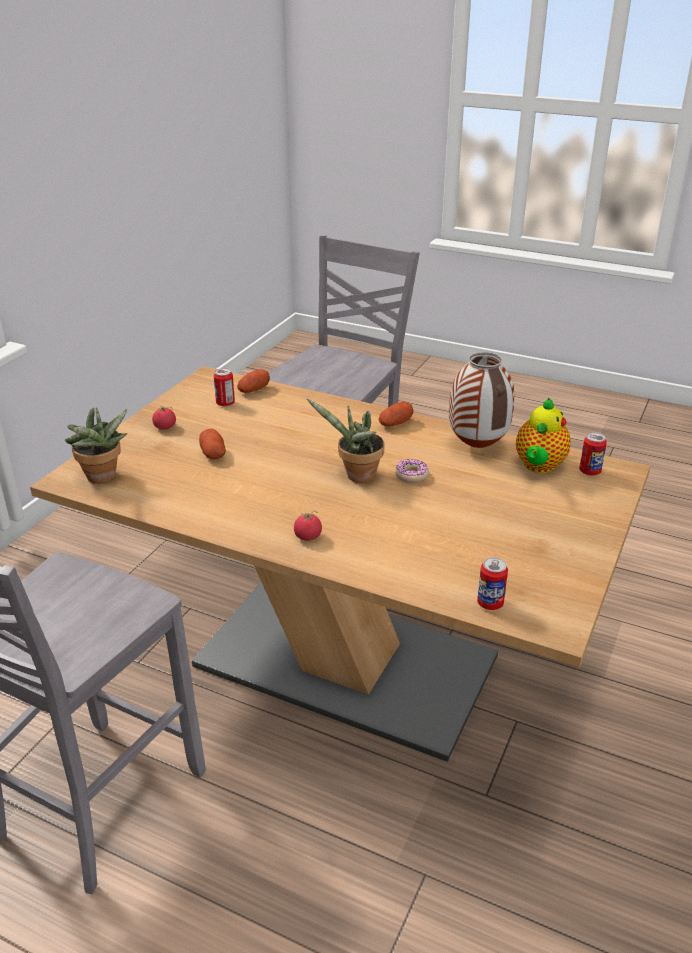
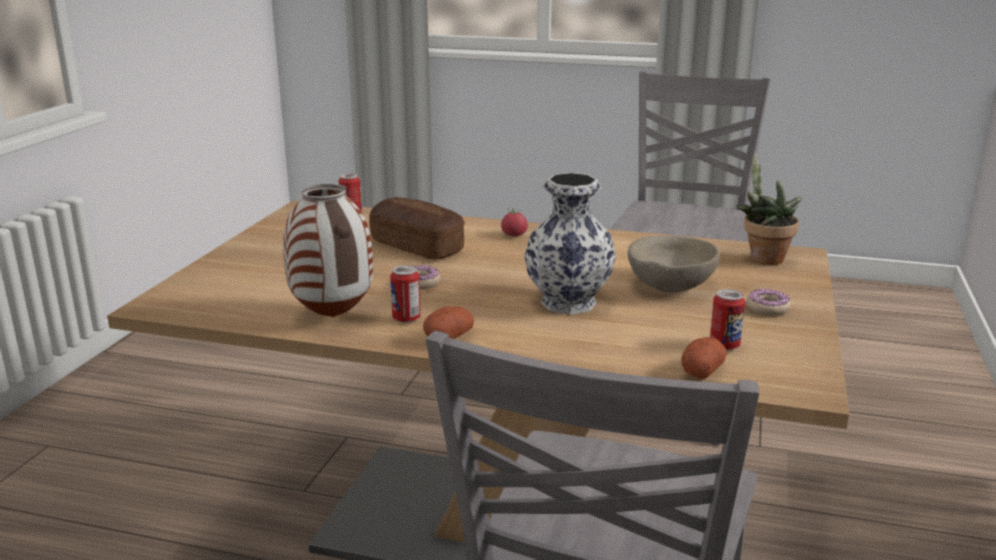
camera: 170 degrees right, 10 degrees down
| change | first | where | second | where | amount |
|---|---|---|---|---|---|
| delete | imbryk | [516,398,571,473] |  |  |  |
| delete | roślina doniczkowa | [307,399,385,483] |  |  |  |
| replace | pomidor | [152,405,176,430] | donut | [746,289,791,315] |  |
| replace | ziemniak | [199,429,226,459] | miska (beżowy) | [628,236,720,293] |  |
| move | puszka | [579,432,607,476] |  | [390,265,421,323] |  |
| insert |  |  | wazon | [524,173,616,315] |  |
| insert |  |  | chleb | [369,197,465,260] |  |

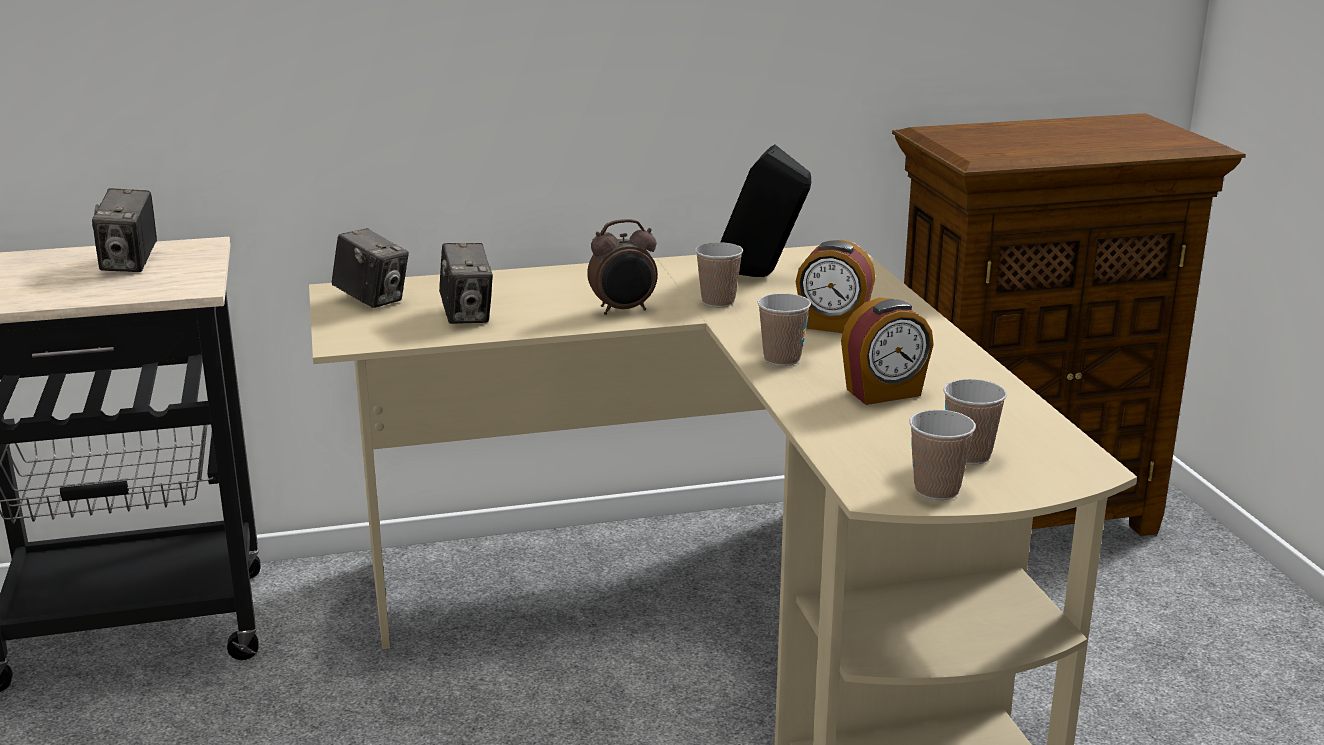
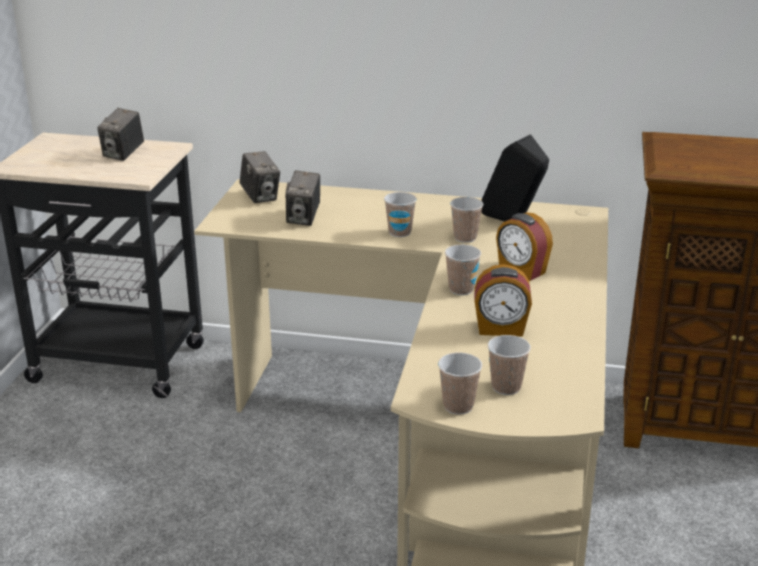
camera: 25 degrees right, 5 degrees up
| change | first | where | second | where | amount |
|---|---|---|---|---|---|
| replace | budzik | [587,219,658,315] | filiżanka | [384,192,417,237] |  |

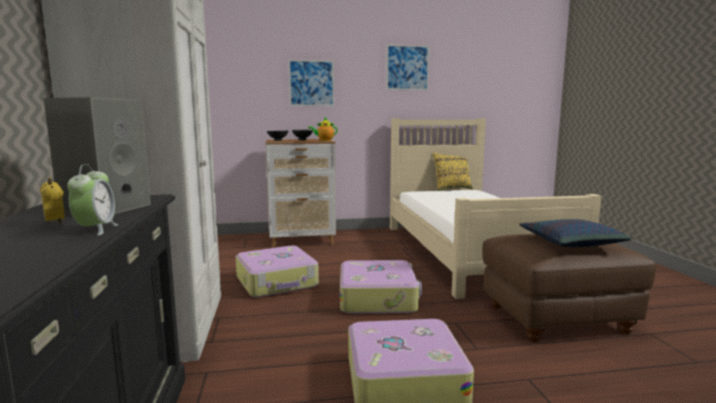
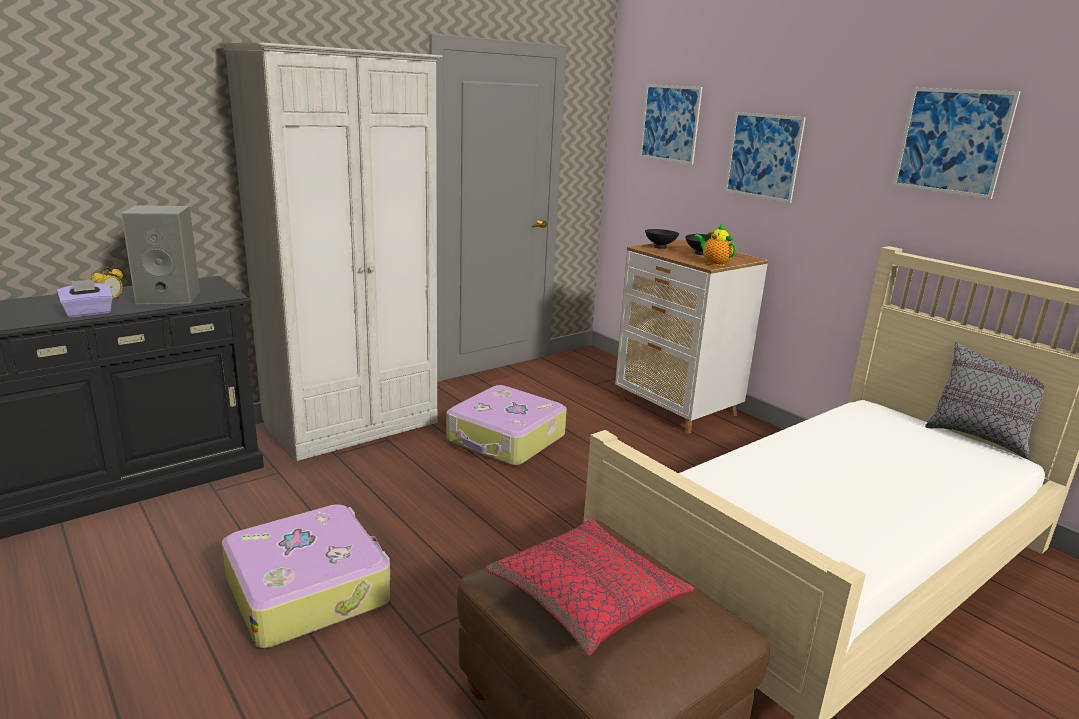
camera: 60 degrees right, 10 degrees up
| change | first | where | second | where | amount |
|---|---|---|---|---|---|
| recolor | poduszka (żółty) | [433,153,473,191] | poduszka (szary) | [925,342,1045,459] |  |
| replace | budzik | [67,164,118,236] | pudełko chusteczek (fioletowy) | [57,279,113,318] |  |
| recolor | poduszka (niebieski) | [520,219,632,247] | poduszka (czerwony) | [486,519,694,656] |  |
| delete | walizka | [340,260,422,314] |  |  |  |
| insert |  |  | obraz | [640,84,702,165] |  |

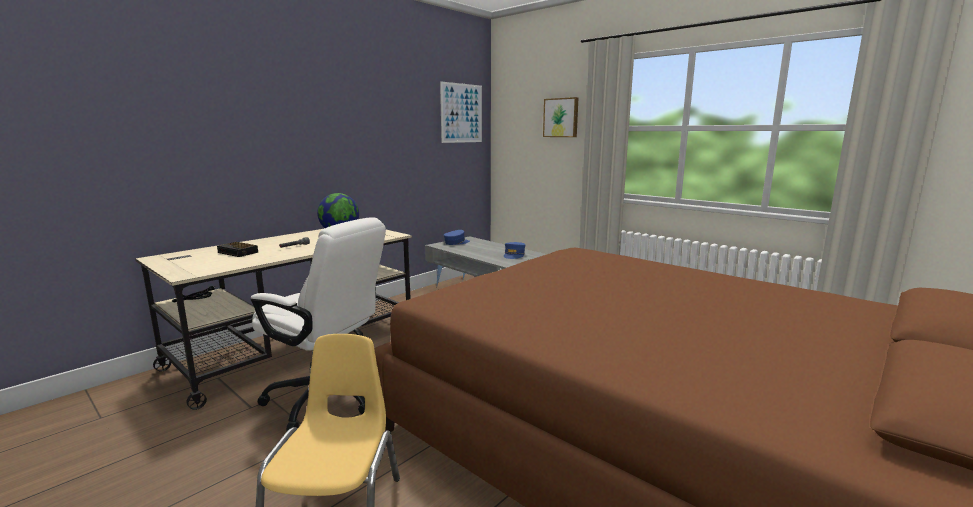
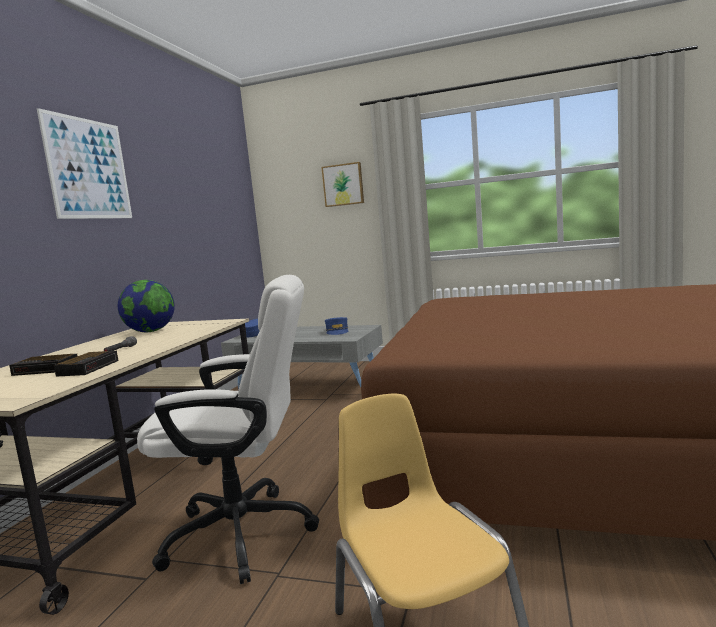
camera: 25 degrees left, 5 degrees down
| change | first | where | second | where | amount |
|---|---|---|---|---|---|
| move | obraz | [440,82,482,143] |  | [37,108,132,219] |  |
| insert |  |  | budzik | [54,351,118,377] |  |

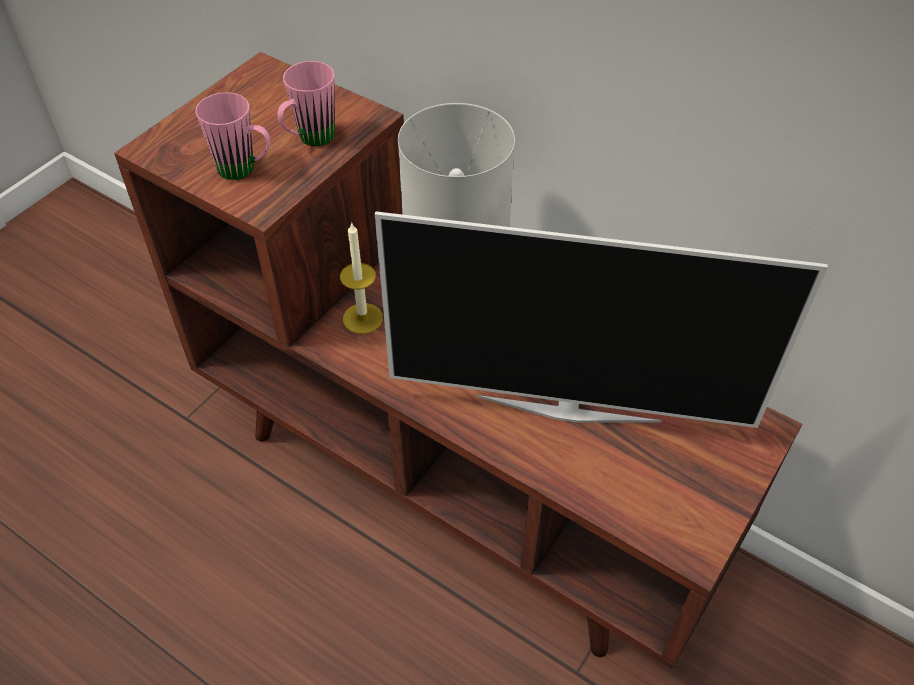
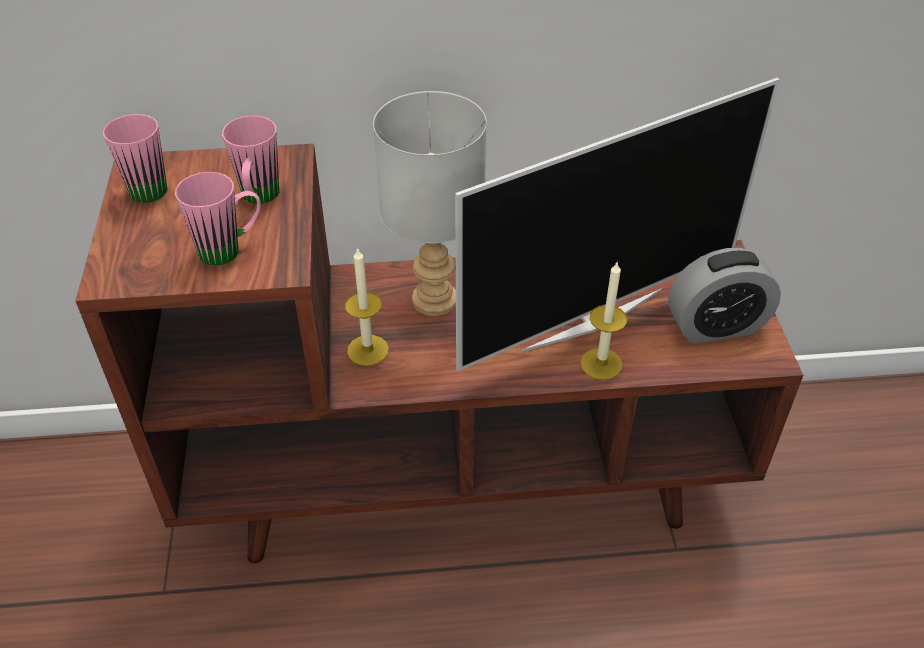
camera: 40 degrees left, 5 degrees down
| change | first | where | second | where | amount |
|---|---|---|---|---|---|
| insert |  |  | kubek (różowy) | [103,114,167,203] |  |
| insert |  |  | budzik | [668,248,781,343] |  |
| insert |  |  | świeca | [580,261,627,380] |  |

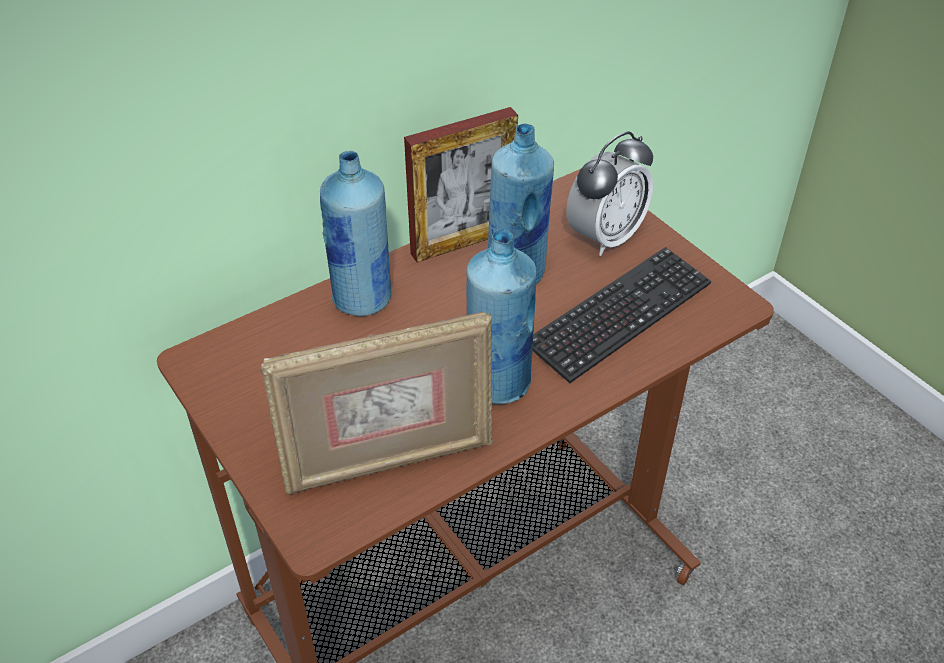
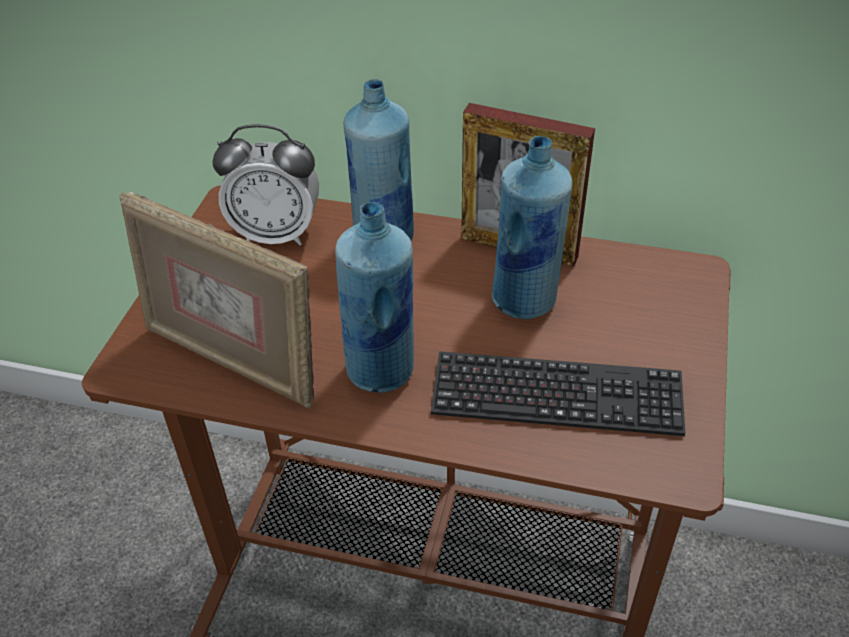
camera: 50 degrees right, 0 degrees up
| change | first | where | second | where | amount |
|---|---|---|---|---|---|
| move | budzik | [566,131,653,256] |  | [212,124,319,245] |  |

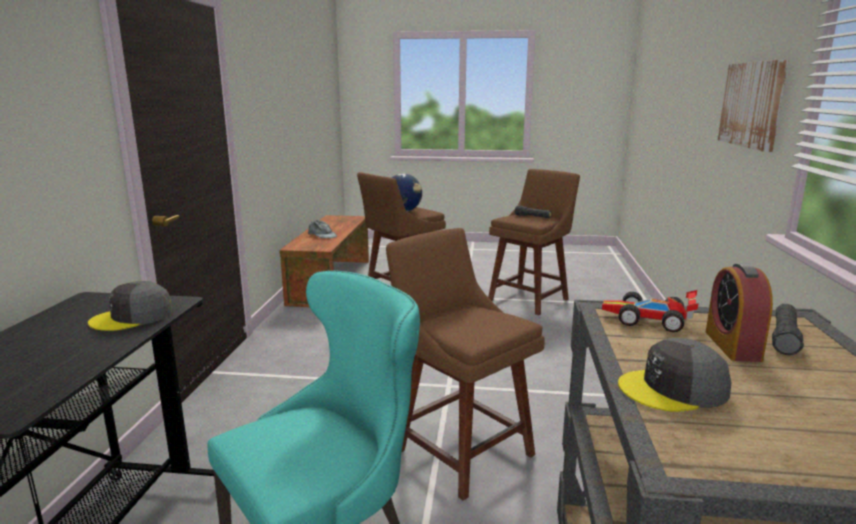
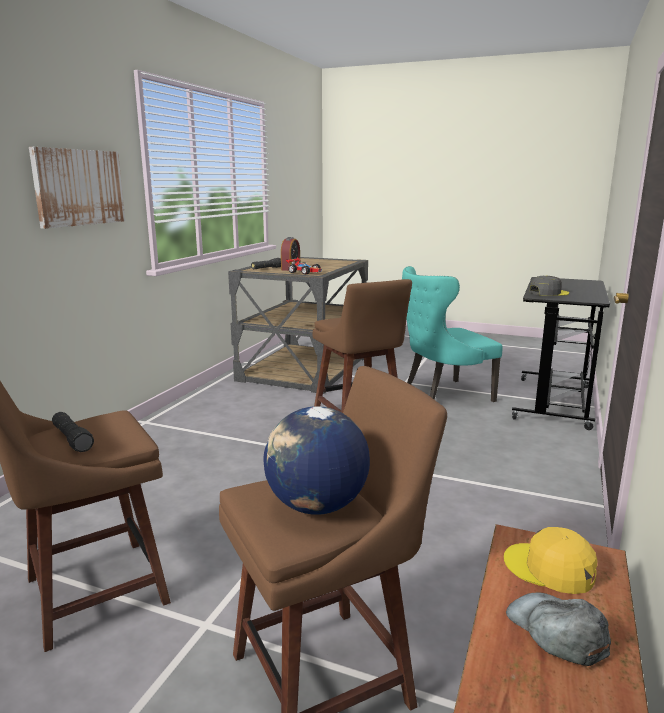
camera: 165 degrees left, 0 degrees up
| change | first | where | second | where | amount |
|---|---|---|---|---|---|
| delete | czapka z daszkiem (szary) | [618,338,731,412] |  |  |  |
| insert |  |  | czapka z daszkiem (żółty) | [504,527,597,594] |  |

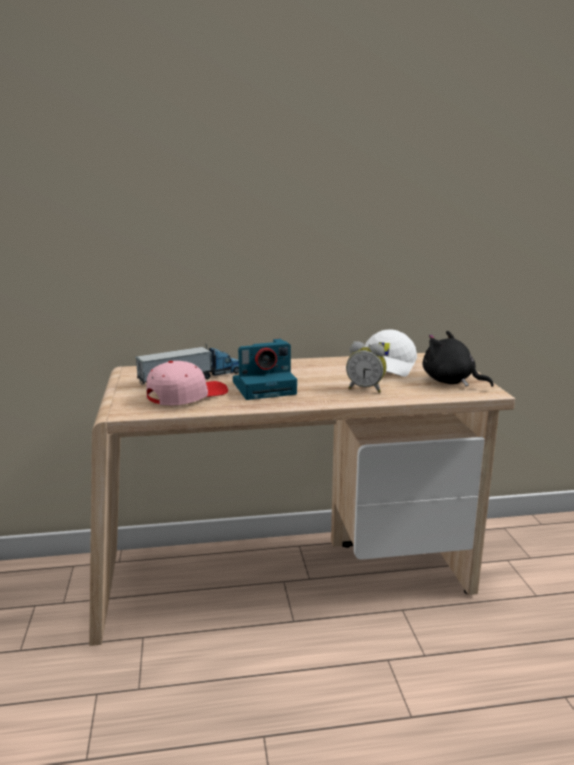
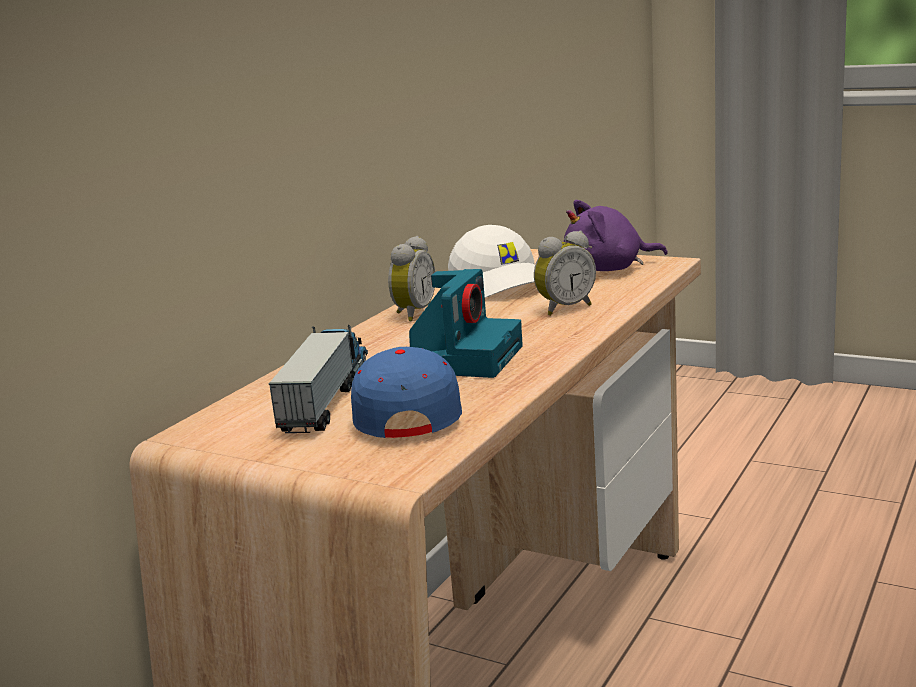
camera: 50 degrees left, 0 degrees up
| change | first | where | second | where | amount |
|---|---|---|---|---|---|
| recolor | pluszak (czarny) | [423,331,494,387] | pluszak (fioletowy) | [564,200,667,271] |  |
| recolor | czapka z daszkiem (różowy) | [146,361,228,406] | czapka z daszkiem (niebieski) | [351,347,462,438] |  |
| insert |  |  | budzik | [388,236,435,321] |  |

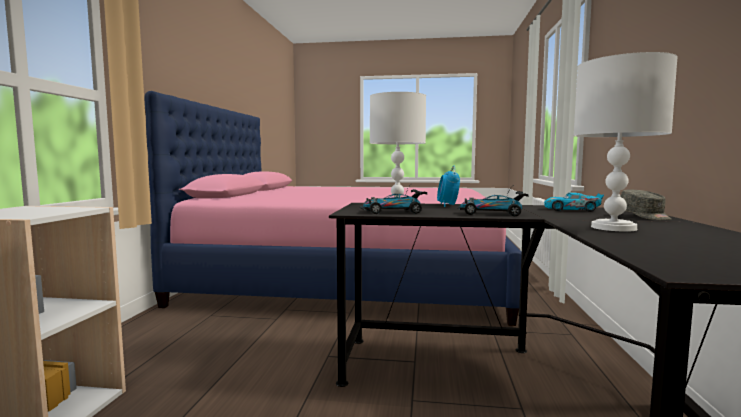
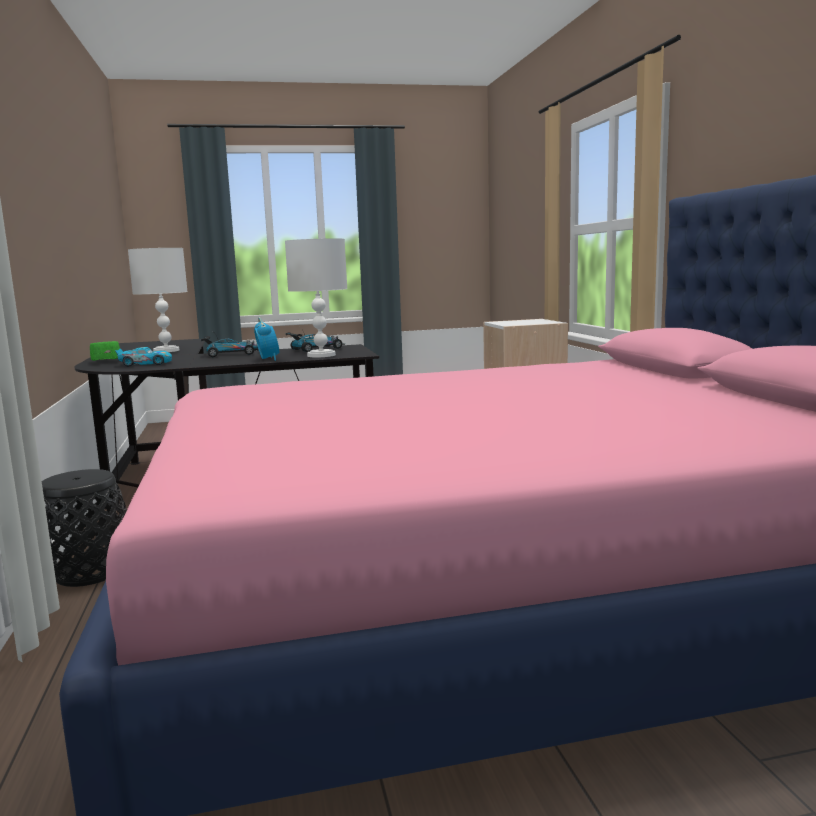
camera: 160 degrees right, 5 degrees up
| change | first | where | second | where | amount |
|---|---|---|---|---|---|
| recolor | czapka z daszkiem (szary) | [620,190,671,220] | czapka z daszkiem (zielony) | [90,341,120,361] |  |
| insert |  |  | stołek (czarny) | [42,469,127,587] |  |

